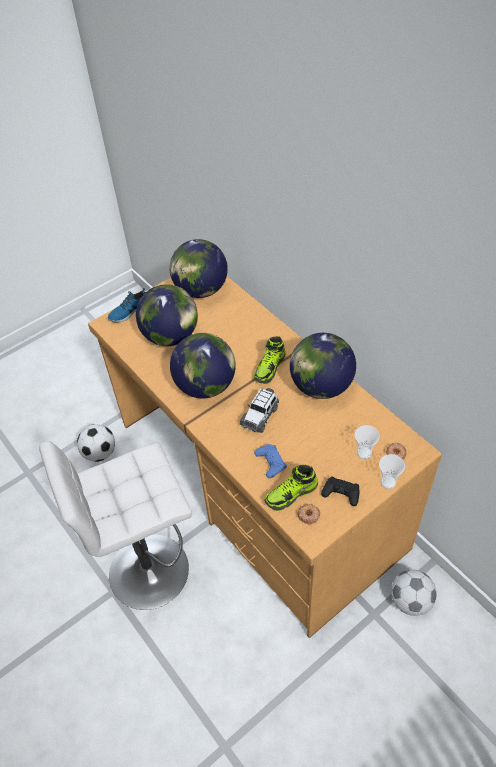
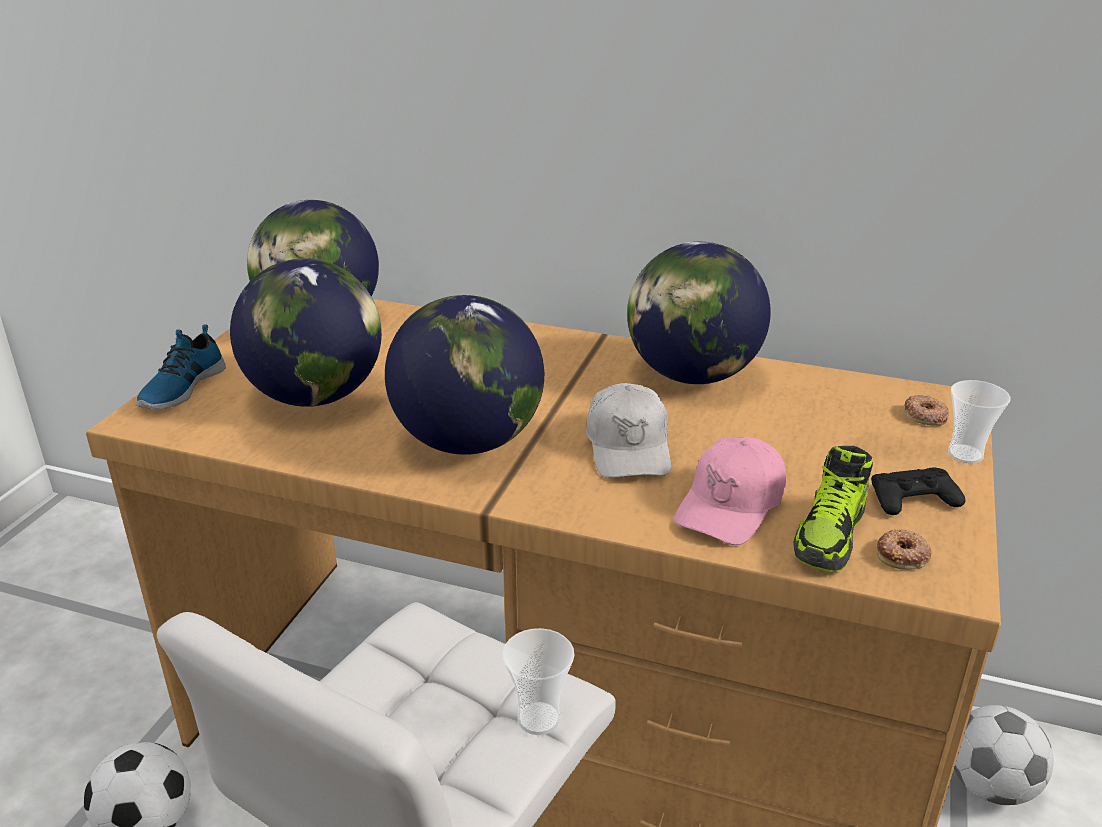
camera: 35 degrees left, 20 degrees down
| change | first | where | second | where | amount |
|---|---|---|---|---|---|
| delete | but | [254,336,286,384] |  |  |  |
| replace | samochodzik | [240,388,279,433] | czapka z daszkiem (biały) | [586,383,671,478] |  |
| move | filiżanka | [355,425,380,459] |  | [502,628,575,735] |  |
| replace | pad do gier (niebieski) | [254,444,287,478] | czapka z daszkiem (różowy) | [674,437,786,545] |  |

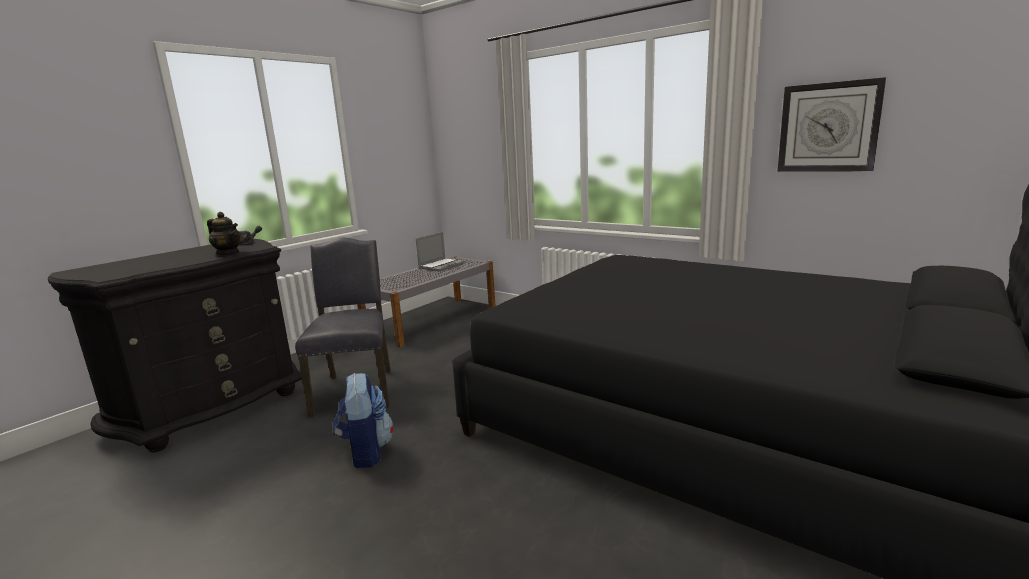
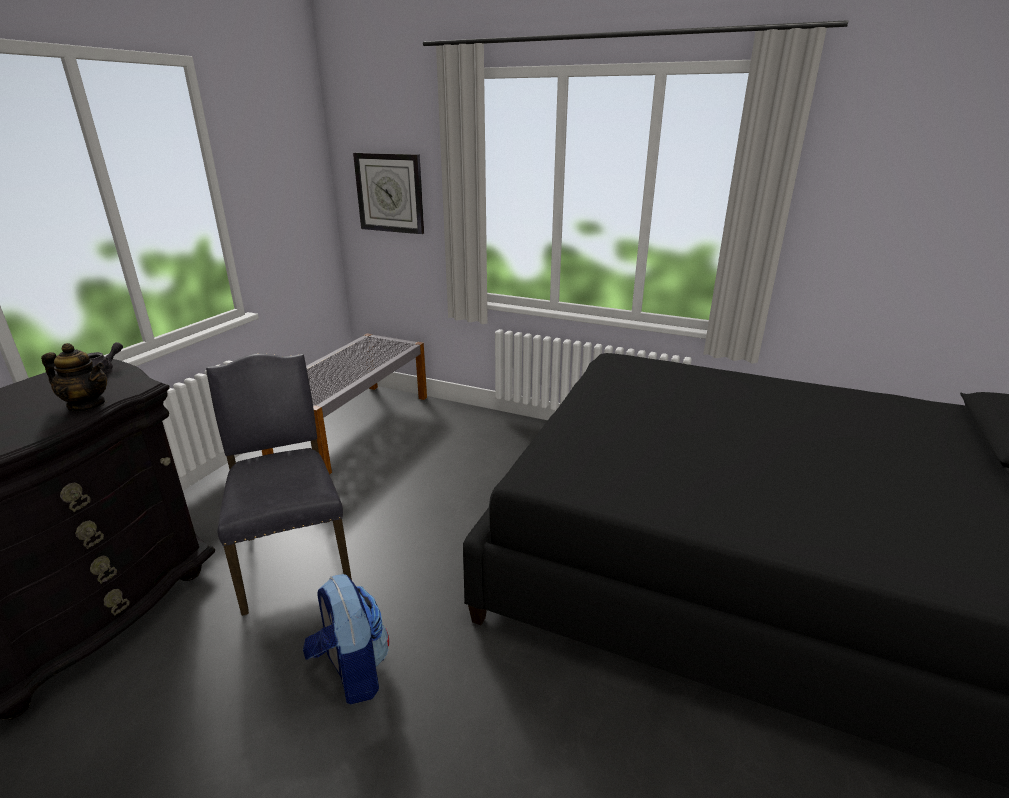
camera: 15 degrees left, 10 degrees up
| change | first | where | second | where | amount |
|---|---|---|---|---|---|
| move | zegar ścienny | [777,77,886,172] |  | [353,153,424,234] |  |
| delete | laptop | [416,232,465,271] |  |  |  |

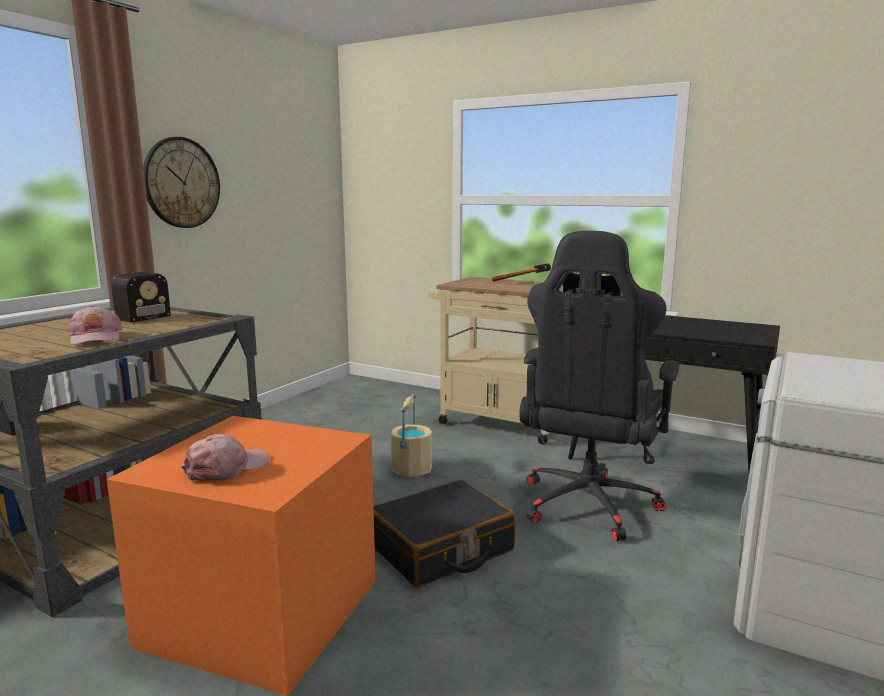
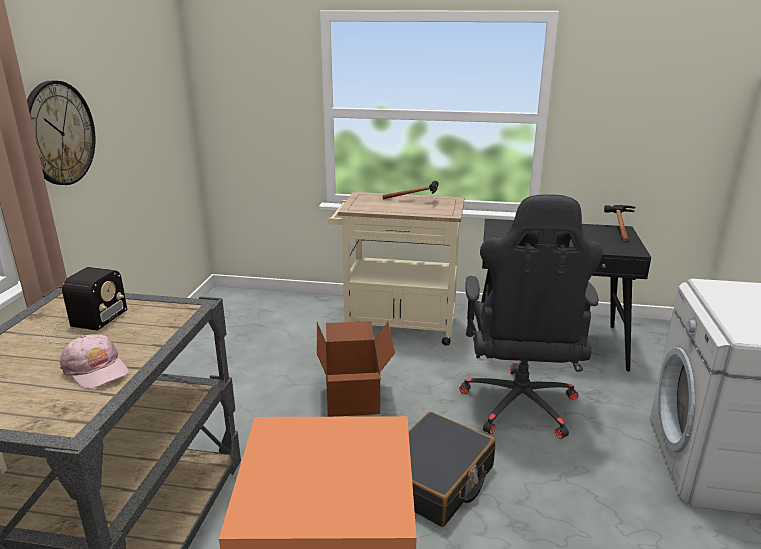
camera: 20 degrees left, 10 degrees up
| change | first | where | second | where | amount |
|---|---|---|---|---|---|
| replace | wiadro (beżowy) | [391,394,432,477] | karton | [317,321,395,417] |  |
| delete | czapka z daszkiem (różowy) | [181,434,269,481] |  |  |  |
| insert |  |  | młotek | [604,205,635,242] |  |

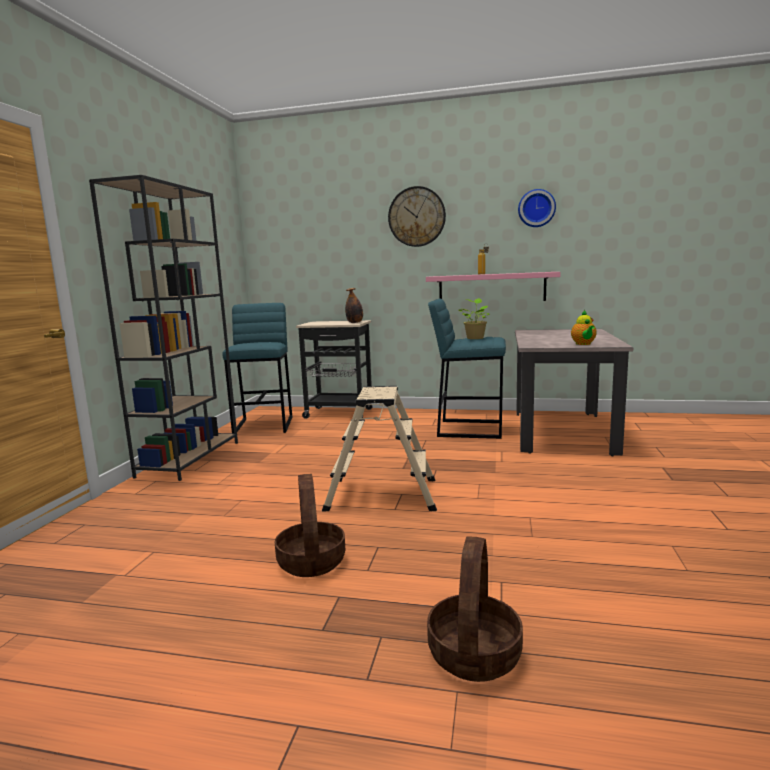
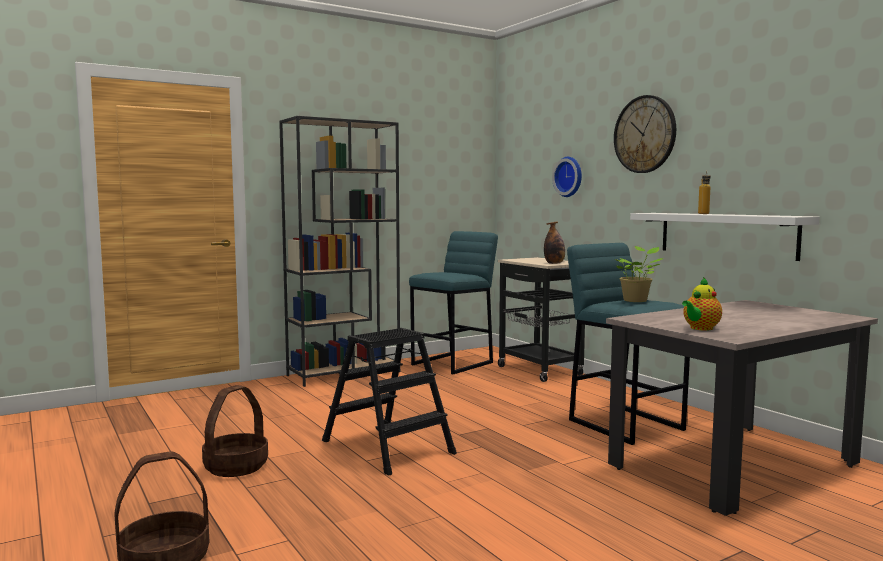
camera: 45 degrees right, 5 degrees down
| change | first | where | second | where | amount |
|---|---|---|---|---|---|
| move | zegar ścienny | [518,189,556,227] |  | [552,157,582,197] |  |
| recolor | półka (różowy) | [426,272,561,301] | półka (biały) | [630,213,820,261] |  |
| recolor | drabinka (beżowy) | [322,386,437,512] | drabinka (czarny) | [322,328,457,476] |  |

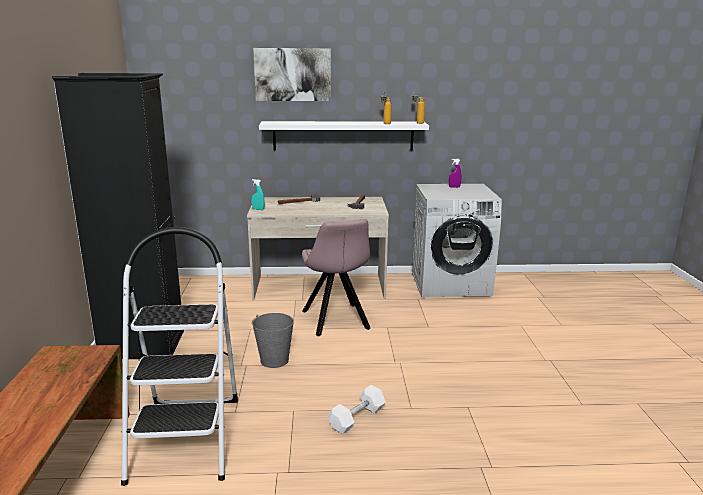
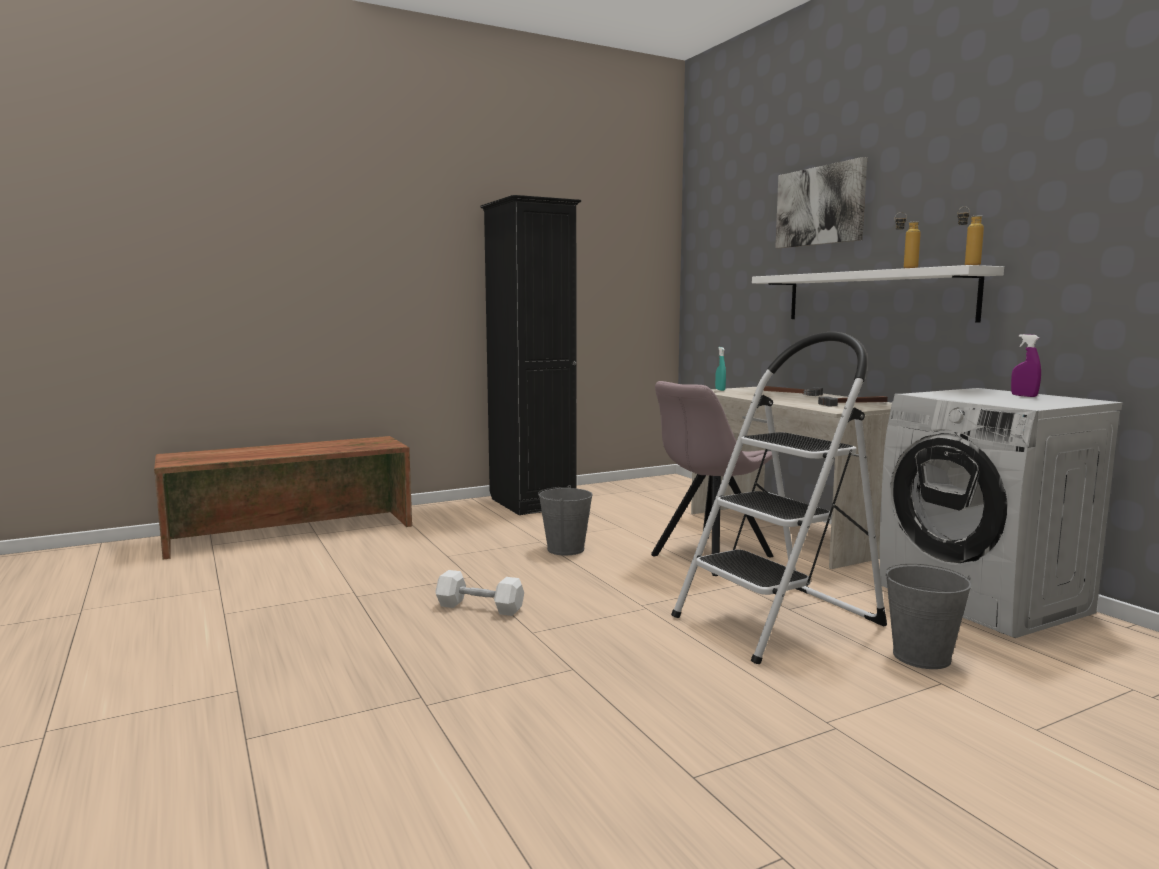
camera: 65 degrees right, 10 degrees down
| change | first | where | second | where | amount |
|---|---|---|---|---|---|
| move | drabinka | [121,227,238,486] |  | [671,332,887,664] |  |
| insert |  |  | wiadro (szary) | [886,564,972,669] |  |

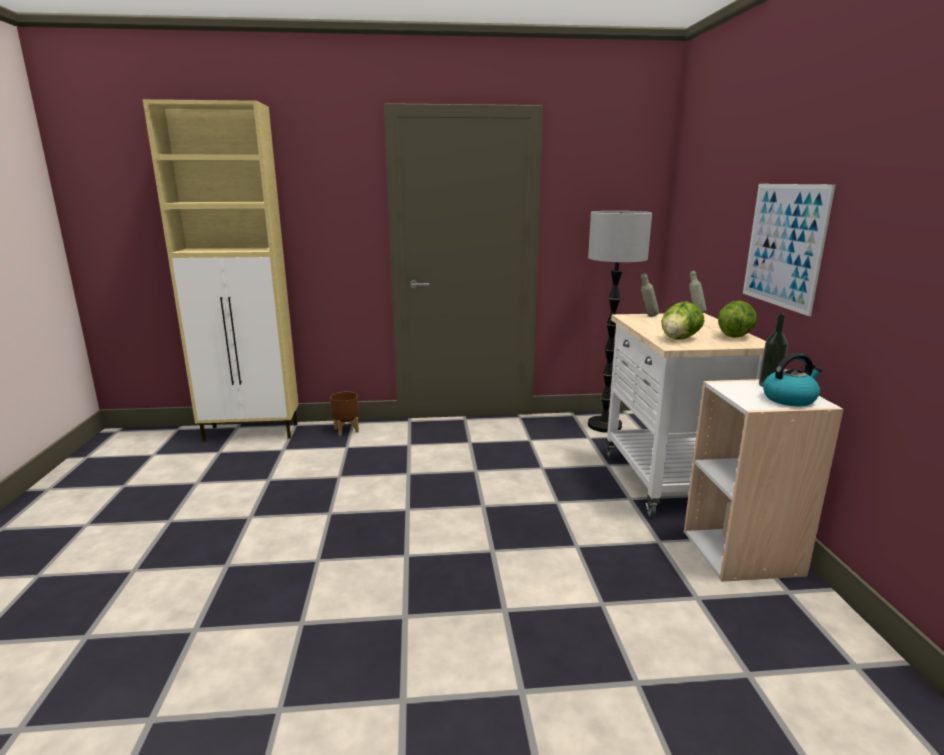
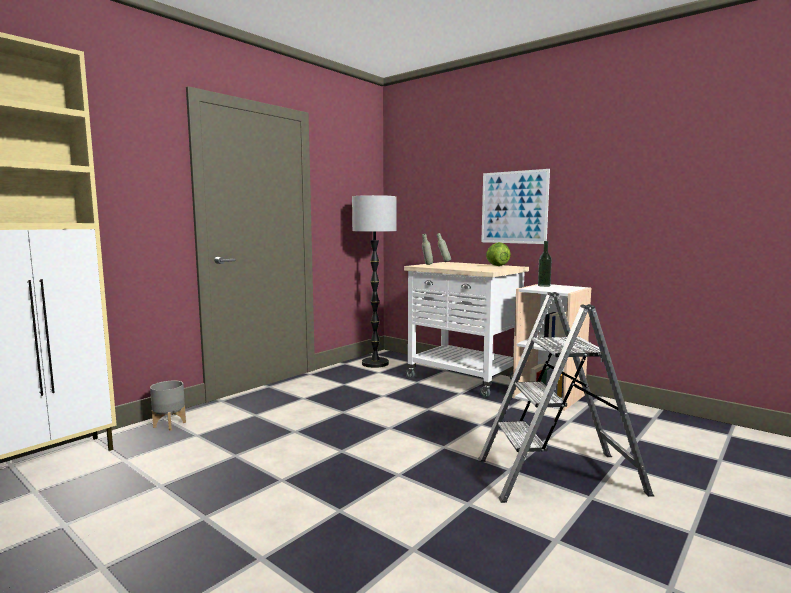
camera: 45 degrees left, 10 degrees down
| change | first | where | second | where | amount |
|---|---|---|---|---|---|
| delete | sałata | [661,301,704,340] |  |  |  |
| delete | czajnik | [763,353,822,406] |  |  |  |
| recolor | donica (brązowy) | [330,392,359,436] | donica (szary) | [150,381,186,431] |  |
| insert |  |  | drabinka (szary) | [478,292,654,503] |  |

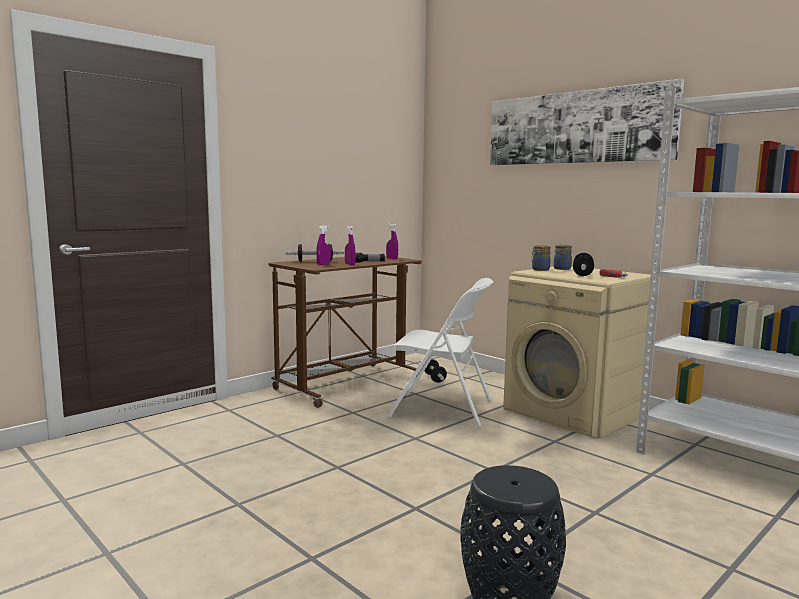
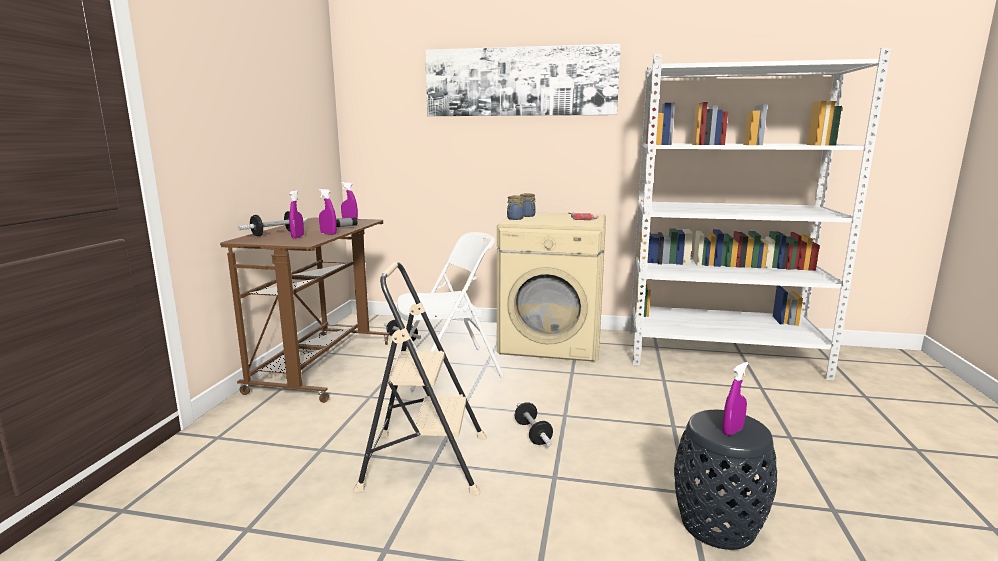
camera: 35 degrees left, 5 degrees up
| change | first | where | second | where | amount |
|---|---|---|---|---|---|
| move | hantel | [573,253,594,276] |  | [515,403,553,446] |  |
| insert |  |  | drabinka (beżowy) | [353,262,487,495] |  |
| insert |  |  | spryskiwacz (fioletowy) | [722,362,749,436] |  |

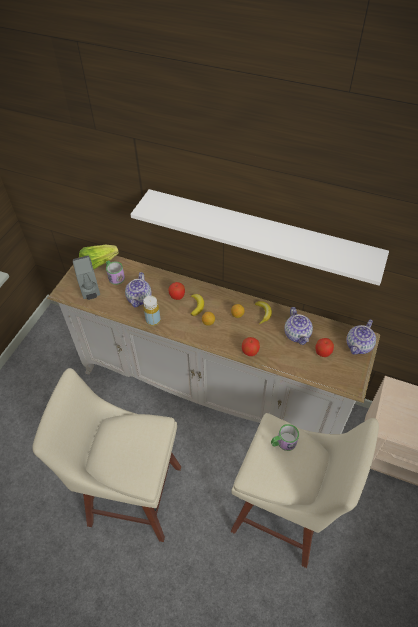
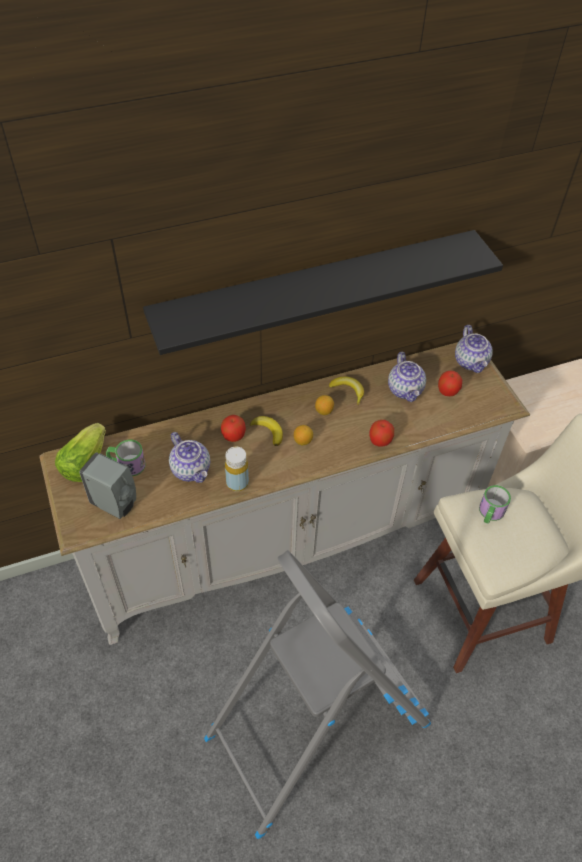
camera: 45 degrees left, 0 degrees up
| change | first | where | second | where | amount |
|---|---|---|---|---|---|
| recolor | półka (biały) | [130,189,389,286] | półka (czarny) | [143,230,503,355] |  |
| rotate | imbryk | [284,307,313,345] |  | [388,352,426,402] | 45 degrees clockwise |
| replace | stołek (beżowy) | [32,368,181,542] | drabinka (szary) | [204,550,431,839] |  |

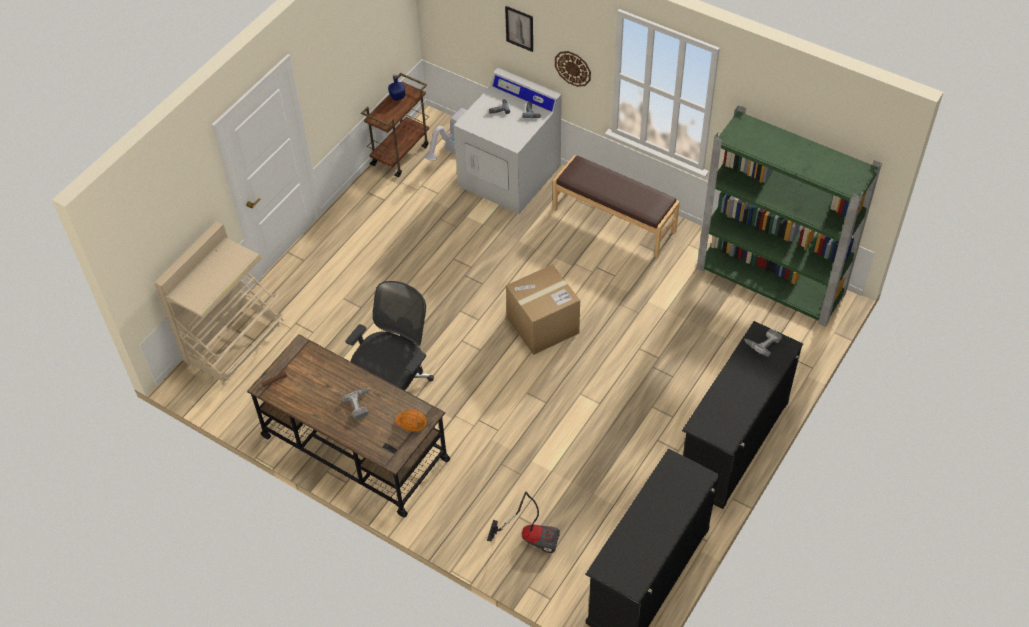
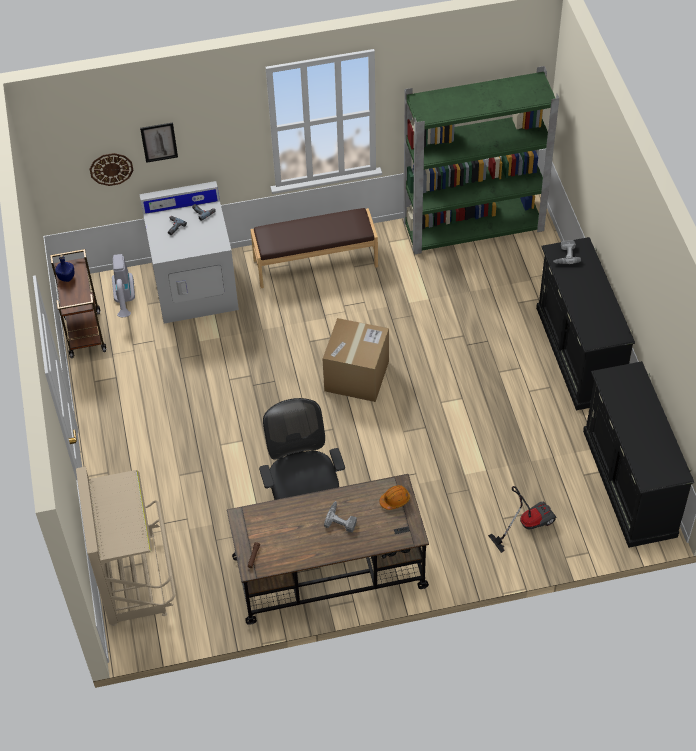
camera: 45 degrees left, 0 degrees up
| change | first | where | second | where | amount |
|---|---|---|---|---|---|
| move | zegar ścienny | [555,51,591,87] |  | [90,153,134,186] |  |

